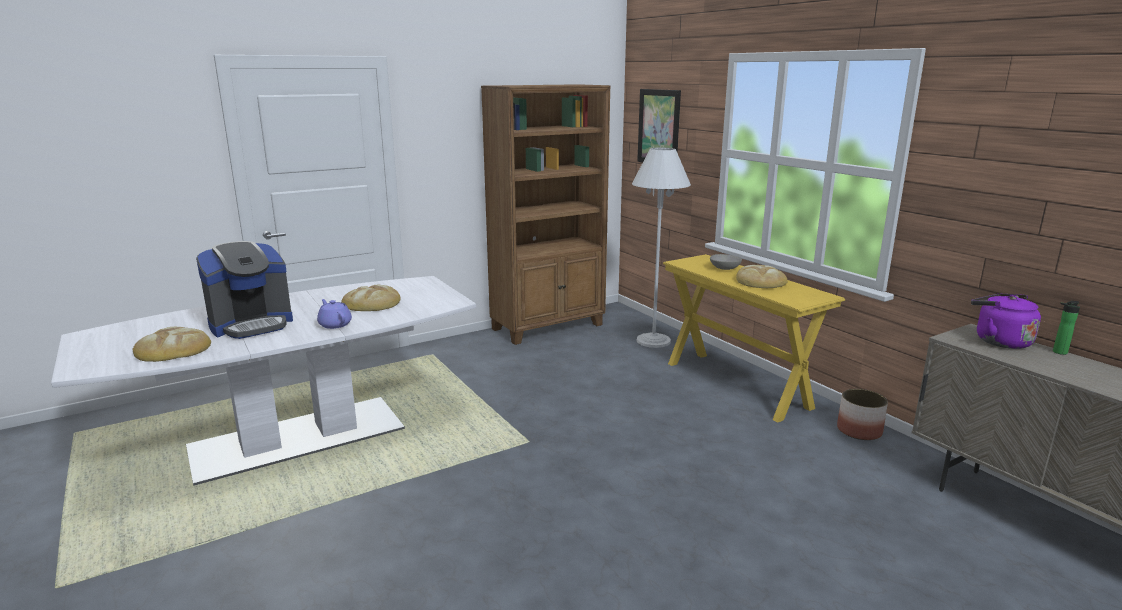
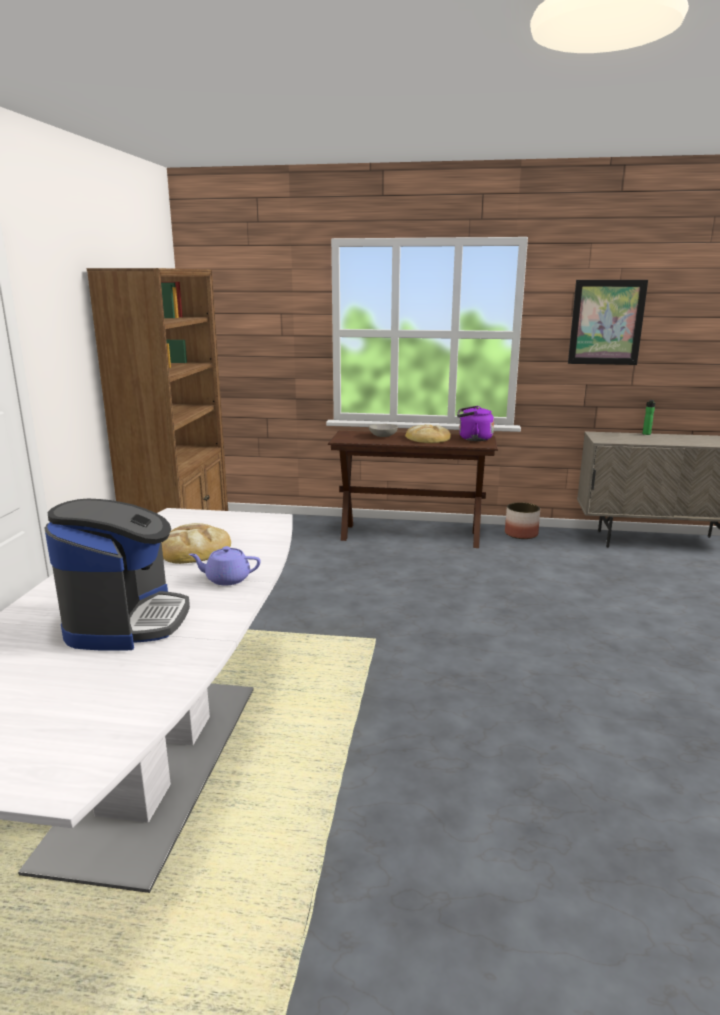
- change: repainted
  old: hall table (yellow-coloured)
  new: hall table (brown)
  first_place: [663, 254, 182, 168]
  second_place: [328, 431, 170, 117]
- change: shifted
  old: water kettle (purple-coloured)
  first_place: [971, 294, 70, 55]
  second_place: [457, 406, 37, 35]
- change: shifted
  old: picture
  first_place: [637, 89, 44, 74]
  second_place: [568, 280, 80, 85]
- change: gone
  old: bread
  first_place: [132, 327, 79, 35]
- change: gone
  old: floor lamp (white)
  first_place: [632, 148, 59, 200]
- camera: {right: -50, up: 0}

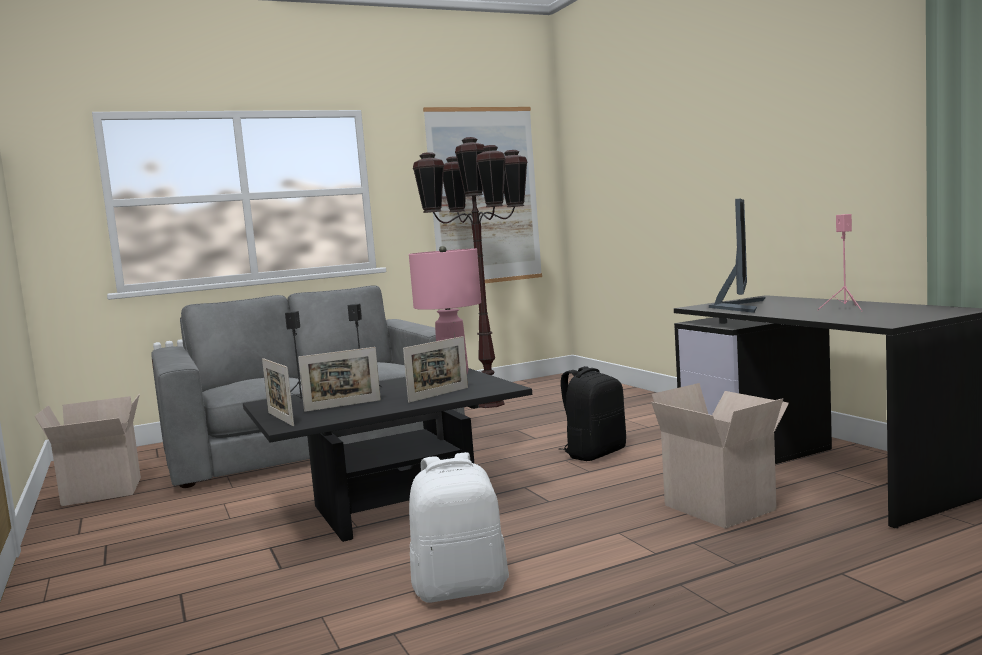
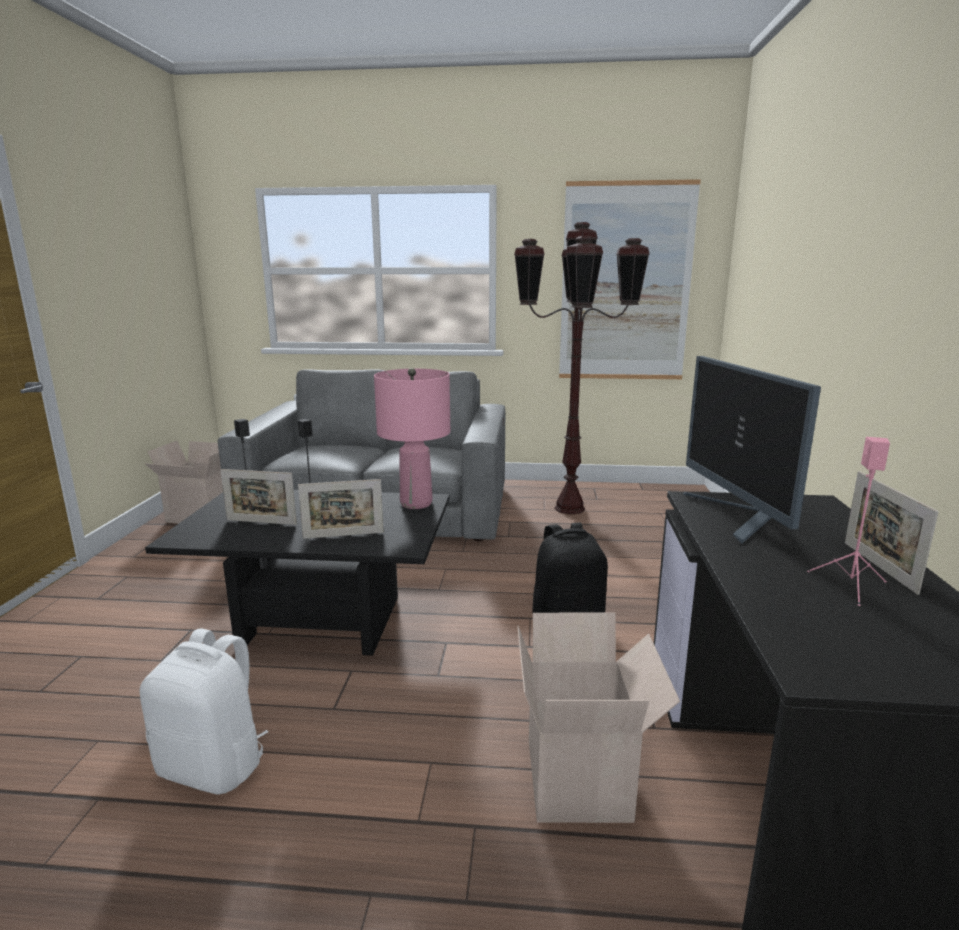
- change: rotated
  old: computer display
  first_place: [709, 199, 57, 114]
  second_place: [683, 356, 138, 188]
  degrees: 120
- change: shifted
  old: standing frame
  first_place: [262, 358, 32, 68]
  second_place: [845, 471, 94, 124]
- camera: {right: 30, up: 10}

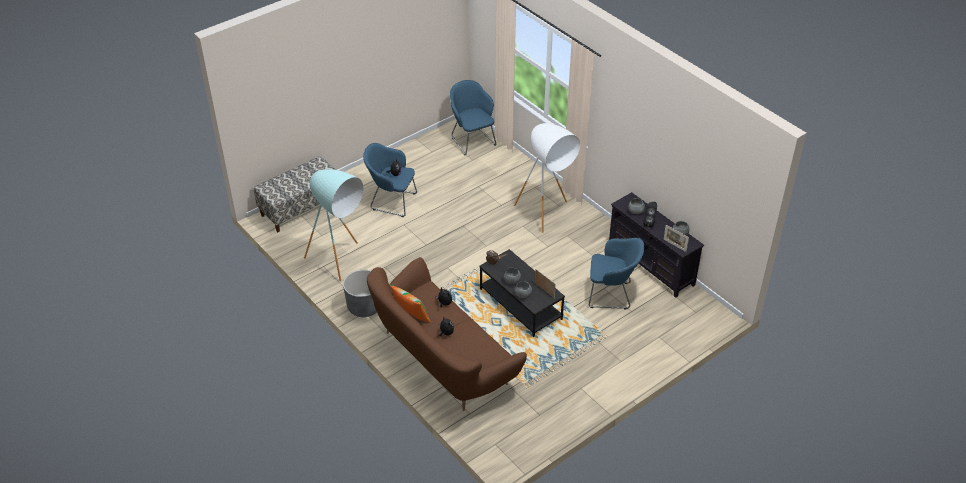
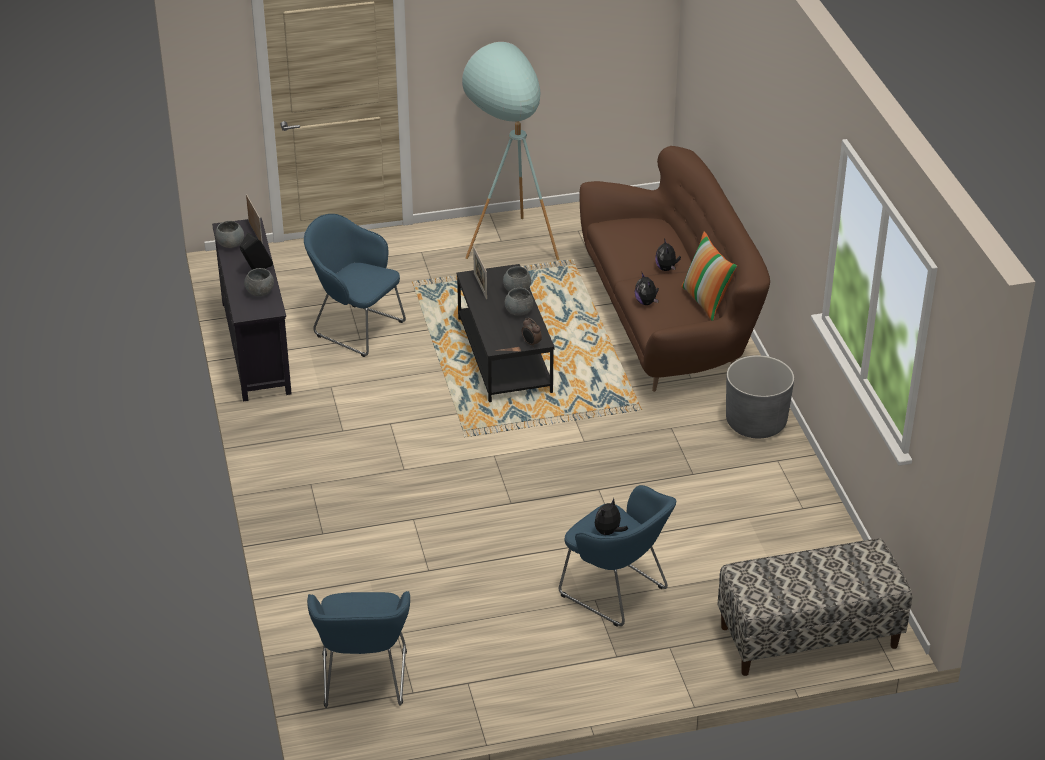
- change: shifted
  old: floor lamp (blue-green)
  first_place: [304, 169, 59, 112]
  second_place: [462, 42, 97, 218]
- change: gone
  old: floor lamp (white)
  first_place: [514, 123, 66, 110]
- camera: {right: -155, up: -5}

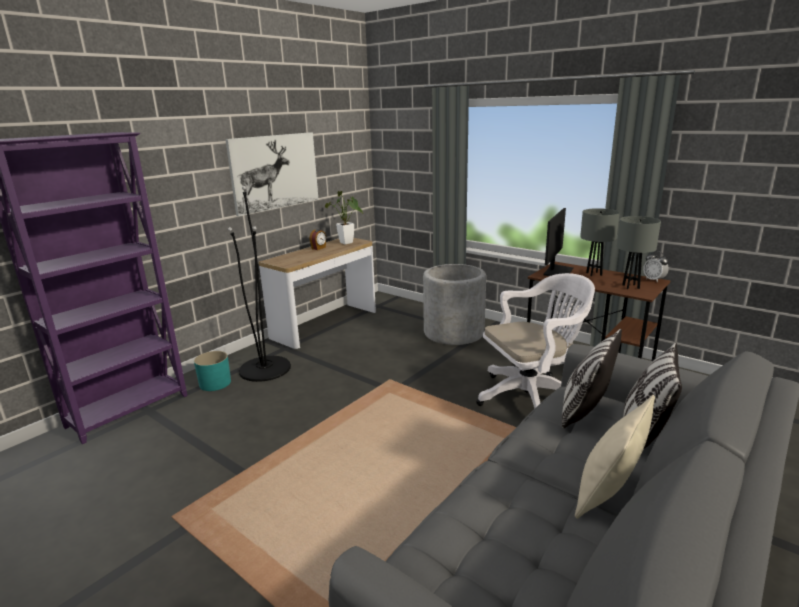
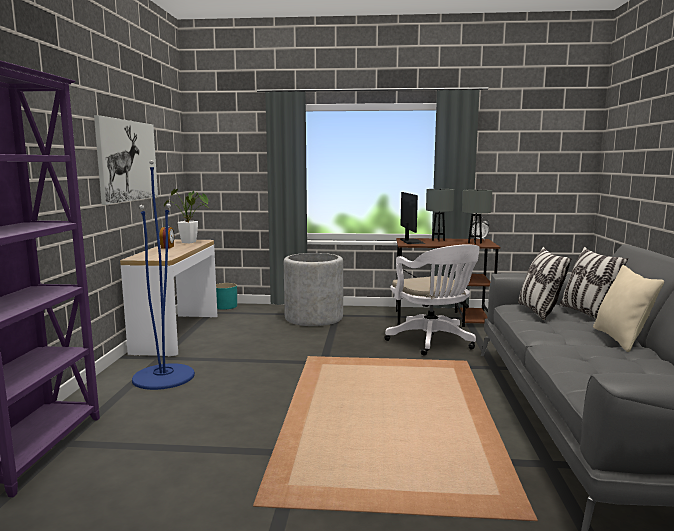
- change: repainted
  old: floor lamp (black-coloured)
  new: floor lamp (blue-coloured)
  first_place: [228, 186, 63, 196]
  second_place: [132, 160, 63, 230]
- change: shifted
  old: planter (blue-green)
  first_place: [194, 351, 37, 40]
  second_place: [216, 283, 21, 27]
- change: rotated
  old: desk chair (white)
  first_place: [476, 273, 119, 136]
  second_place: [384, 244, 96, 111]
  degrees: 120
- camera: {right: -35, up: -10}

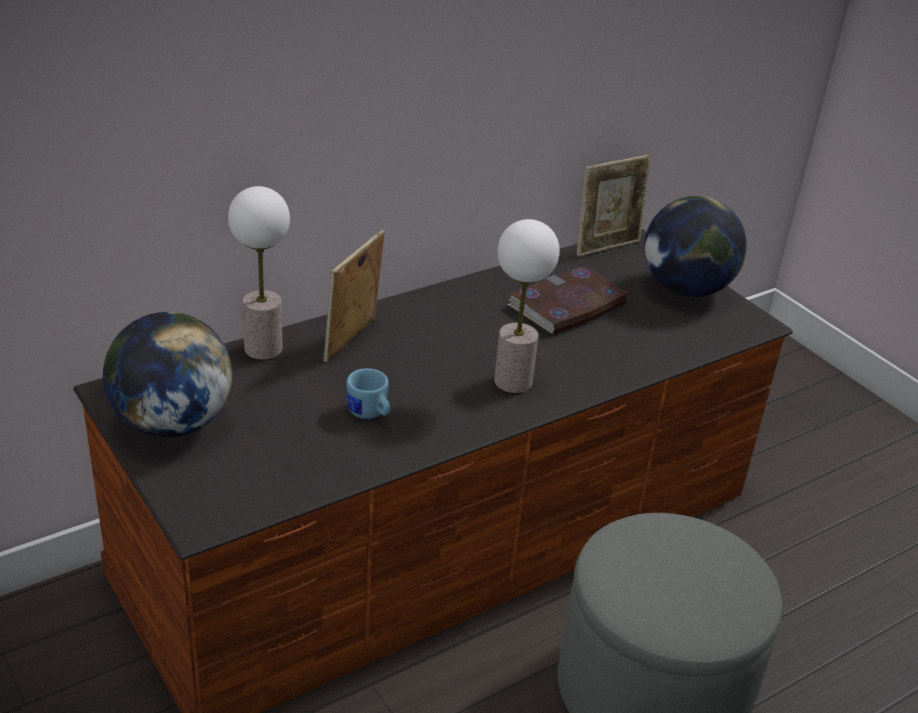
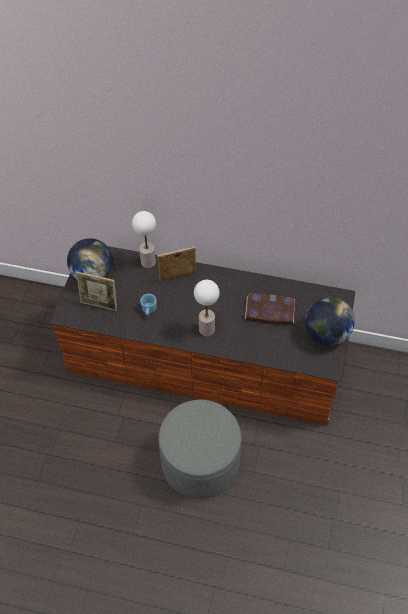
- change: shifted
  old: standing frame
  first_place: [577, 155, 74, 102]
  second_place: [76, 272, 41, 39]
- camera: {right: 50, up: 20}

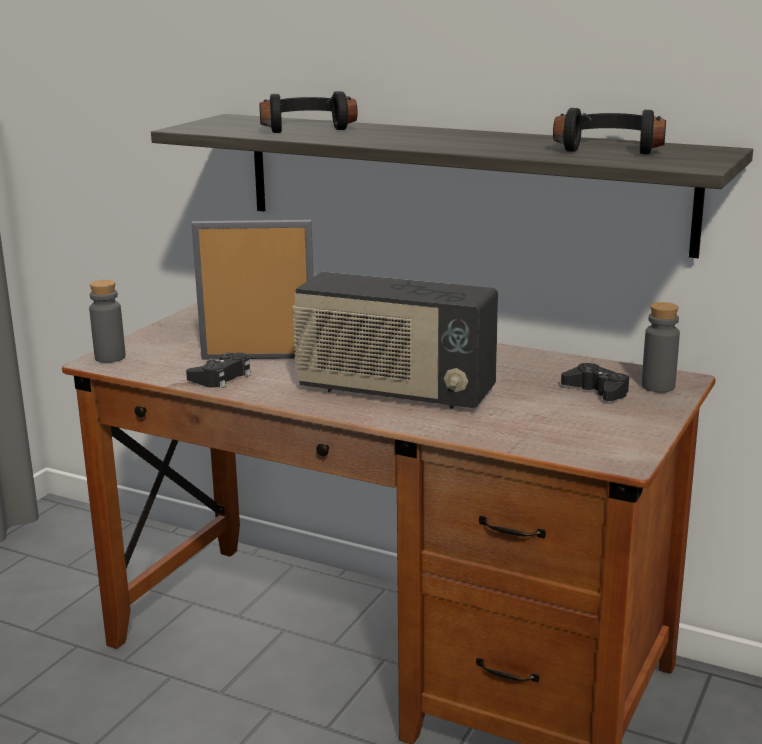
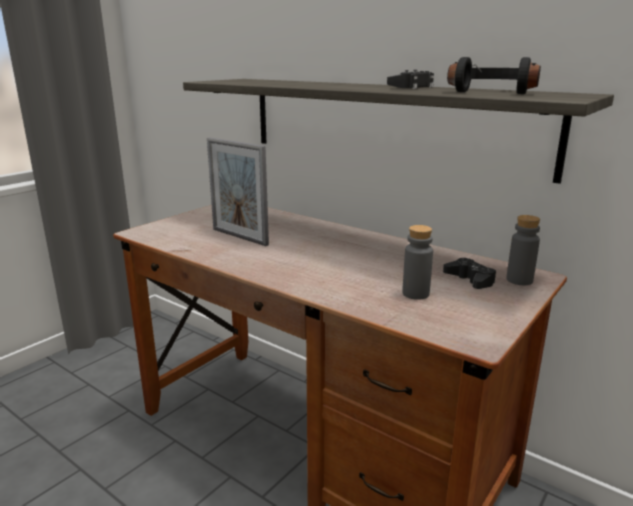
- change: rotated
  old: standing frame
  first_place: [191, 220, 123, 140]
  second_place: [207, 138, 62, 108]
  degrees: -150
- change: shifted
  old: game controller (black-coloured)
  first_place: [186, 352, 65, 36]
  second_place: [387, 70, 47, 19]
- change: shifted
  old: beverage bottle (gray)
  first_place: [89, 280, 36, 83]
  second_place: [402, 225, 31, 75]
- change: gone
  old: pair of headphones (black-coloured)
  first_place: [259, 91, 99, 42]
- change: gone
  old: radio
  first_place: [292, 272, 206, 137]
- camera: {right: 10, up: 0}

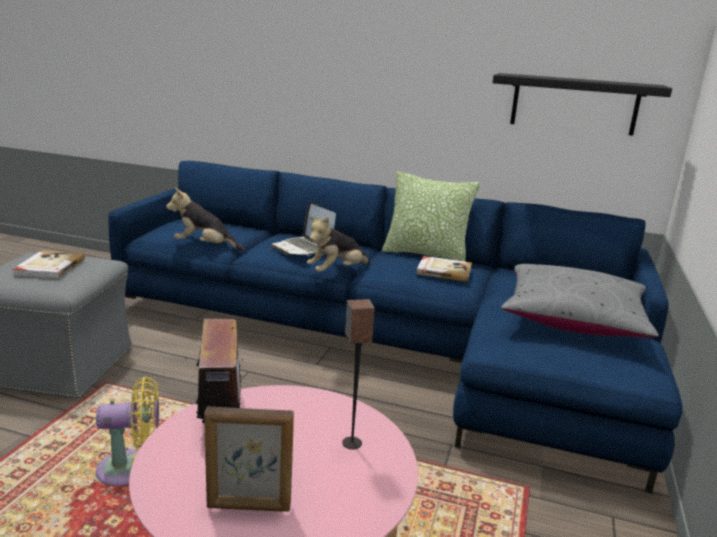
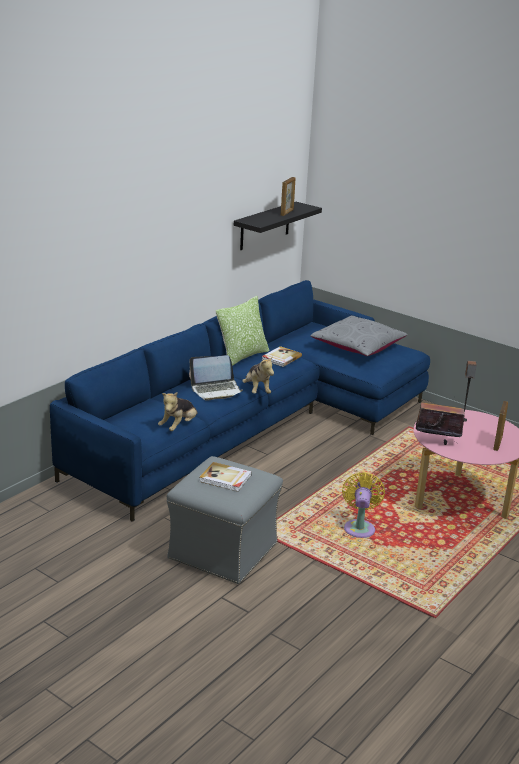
- change: new
  new: standing frame
  second_place: [280, 177, 16, 39]
- camera: {right: -70, up: 5}

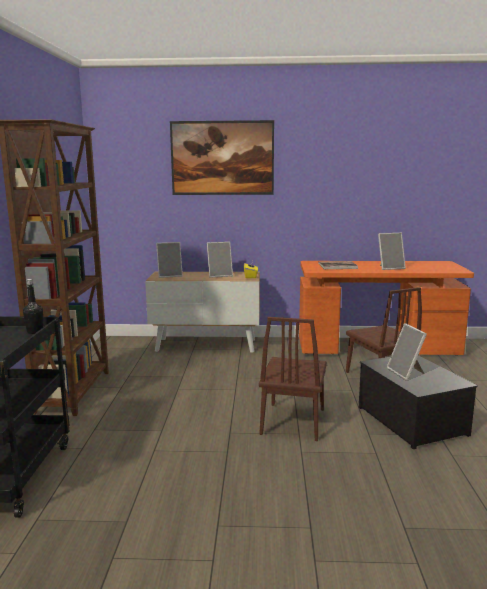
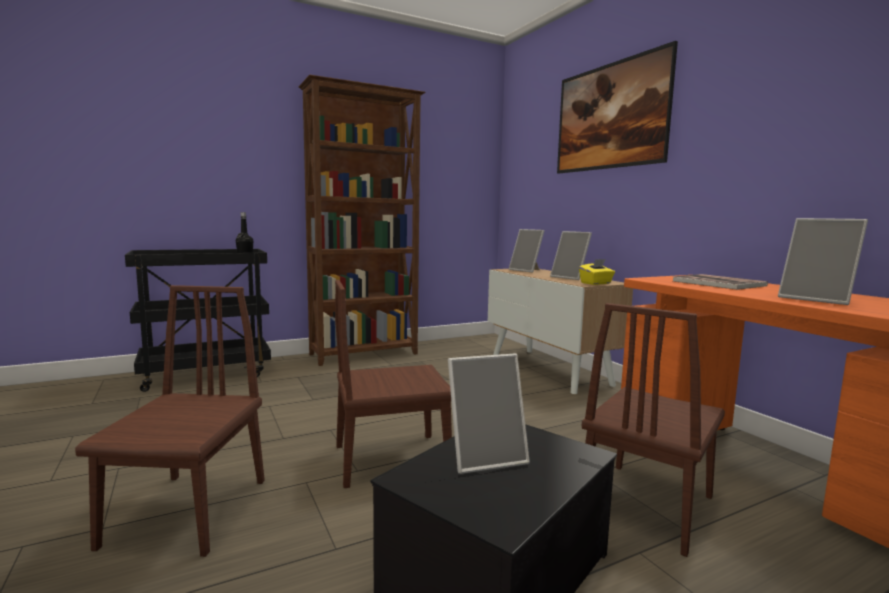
- change: new
  new: upright chair (brown)
  second_place: [75, 285, 189, 272]
- change: rotated
  old: standing frame
  first_place: [387, 323, 40, 58]
  second_place: [448, 353, 82, 121]
  degrees: -150
- camera: {right: 60, up: -5}

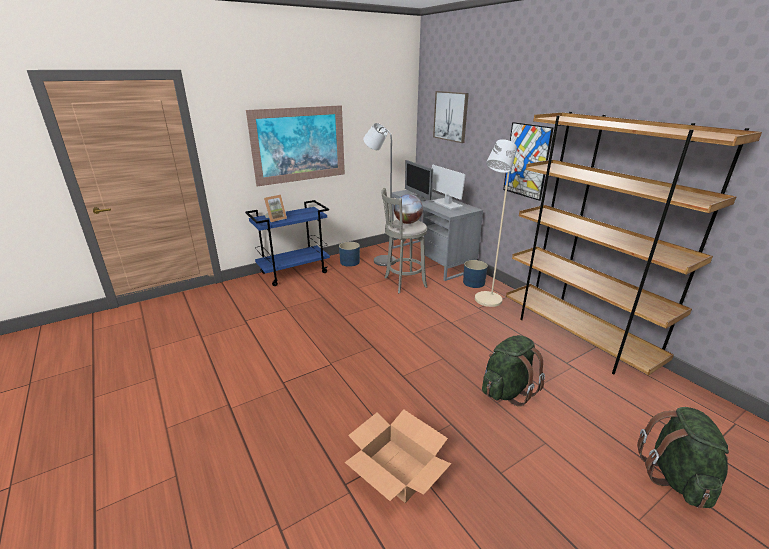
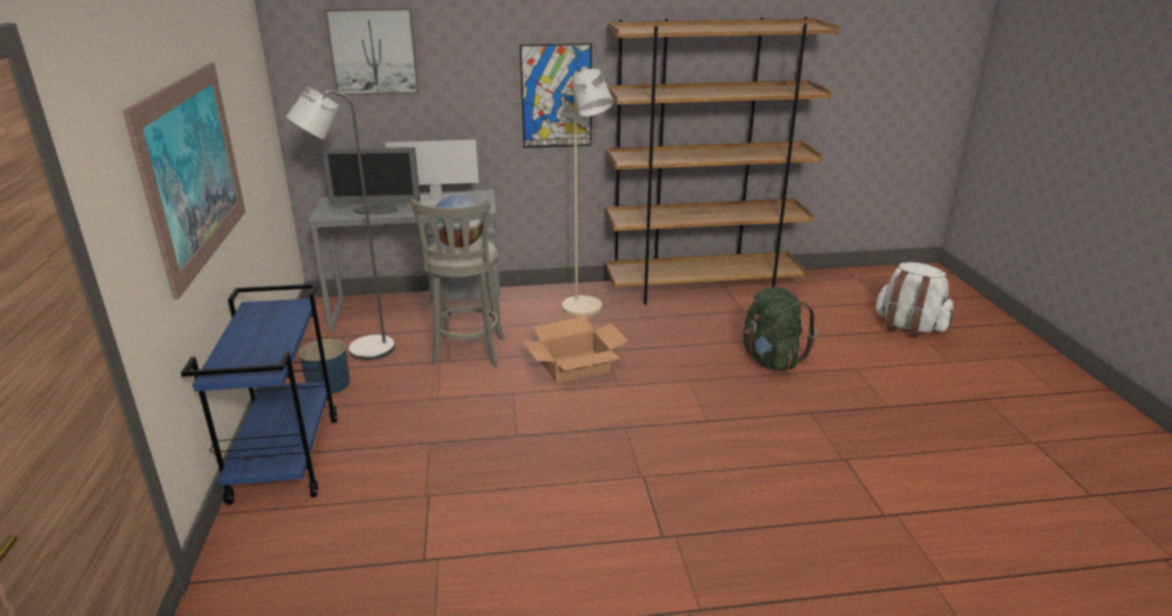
- change: shifted
  old: cardboard box
  first_place: [345, 409, 106, 94]
  second_place: [522, 316, 106, 67]
- change: repainted
  old: knapsack (green-coloured)
  new: knapsack (white)
  first_place: [637, 407, 92, 101]
  second_place: [876, 262, 77, 76]
- change: gone
  old: standing frame
  first_place: [264, 195, 23, 27]
- change: gone
  old: planter (blue-coloured)
  first_place: [463, 260, 25, 28]
- camera: {right: -65, up: 0}

